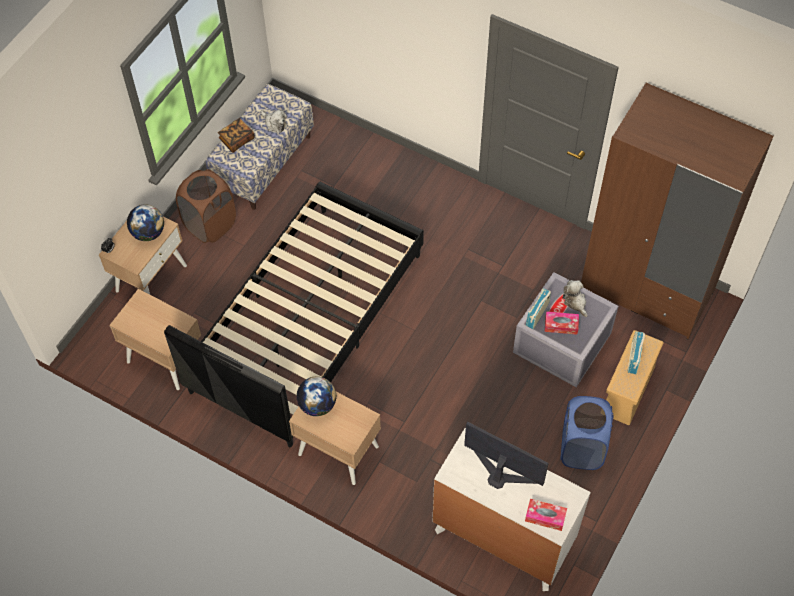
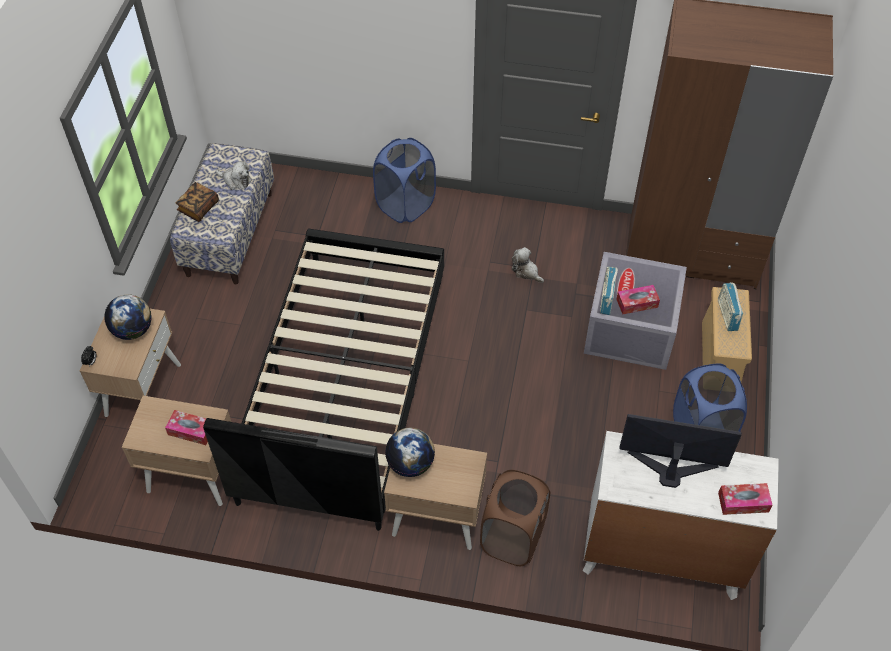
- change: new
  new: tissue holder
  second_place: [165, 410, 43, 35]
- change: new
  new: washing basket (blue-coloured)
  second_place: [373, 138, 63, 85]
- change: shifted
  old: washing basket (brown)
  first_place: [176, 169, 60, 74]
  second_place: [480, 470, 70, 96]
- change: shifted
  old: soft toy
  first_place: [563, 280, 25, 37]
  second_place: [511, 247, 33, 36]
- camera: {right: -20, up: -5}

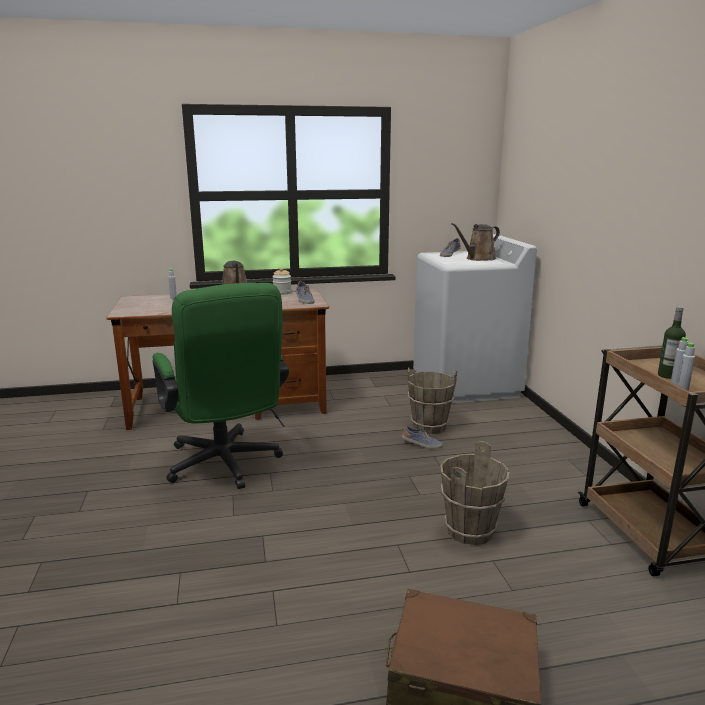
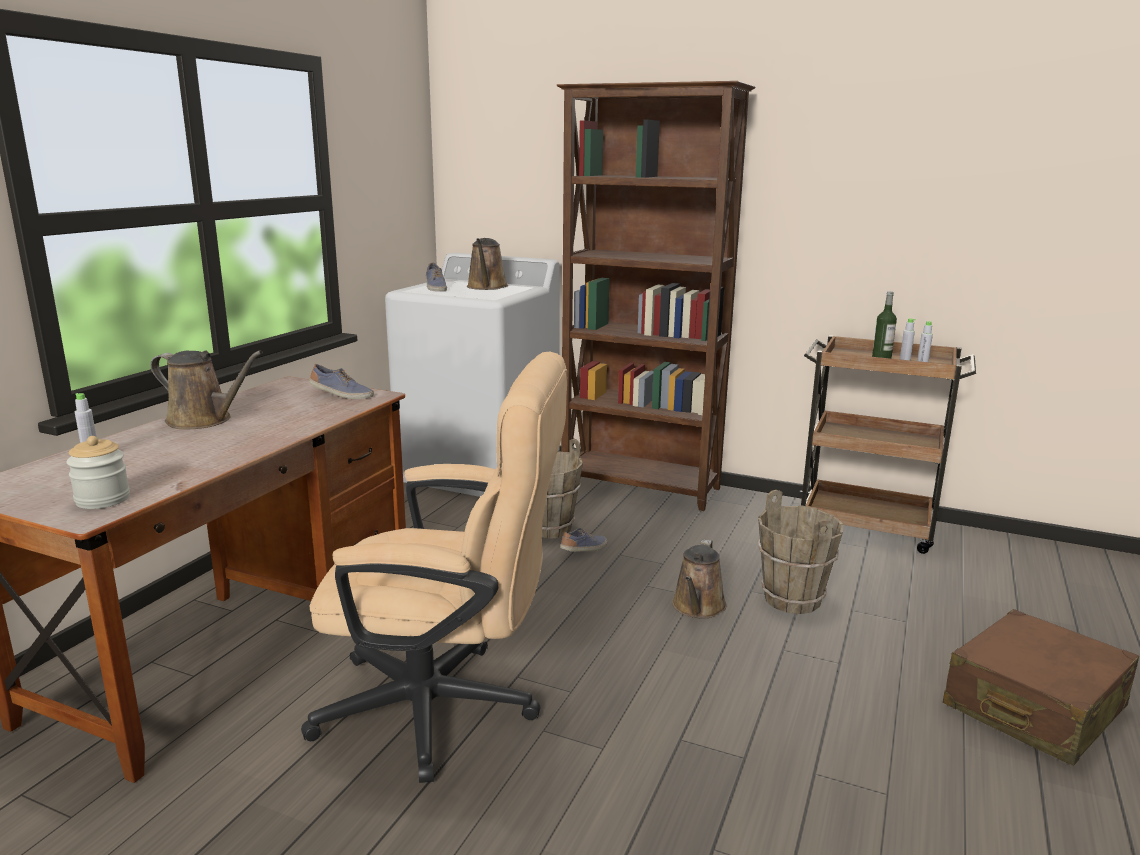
- change: shifted
  old: storage jar
  first_place: [272, 268, 20, 27]
  second_place: [66, 436, 64, 73]
- change: repainted
  old: desk chair (green-coloured)
  new: desk chair (beige)
  first_place: [152, 283, 137, 206]
  second_place: [301, 352, 266, 431]
- change: new
  new: bookcase (brown)
  second_place: [556, 81, 200, 430]
- change: new
  new: watering can (brown)
  second_place: [672, 539, 55, 80]
- camera: {right: -55, up: 0}

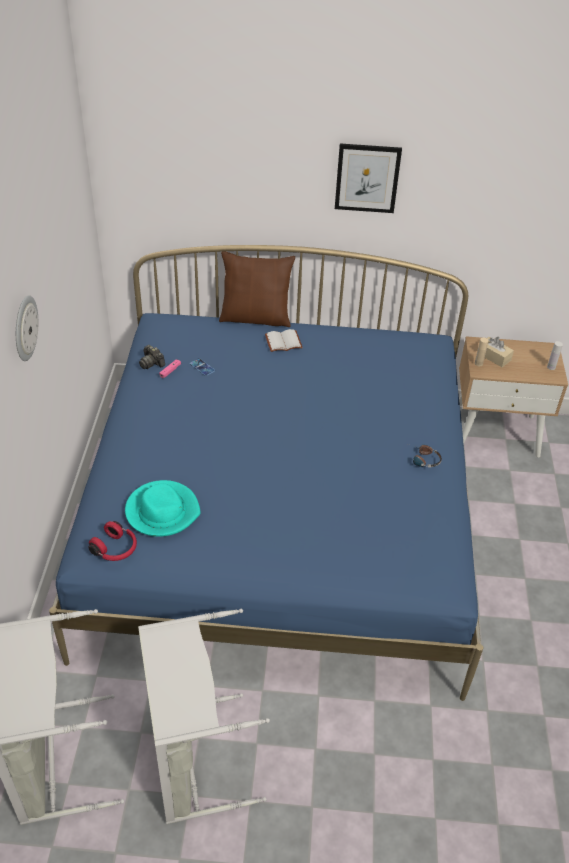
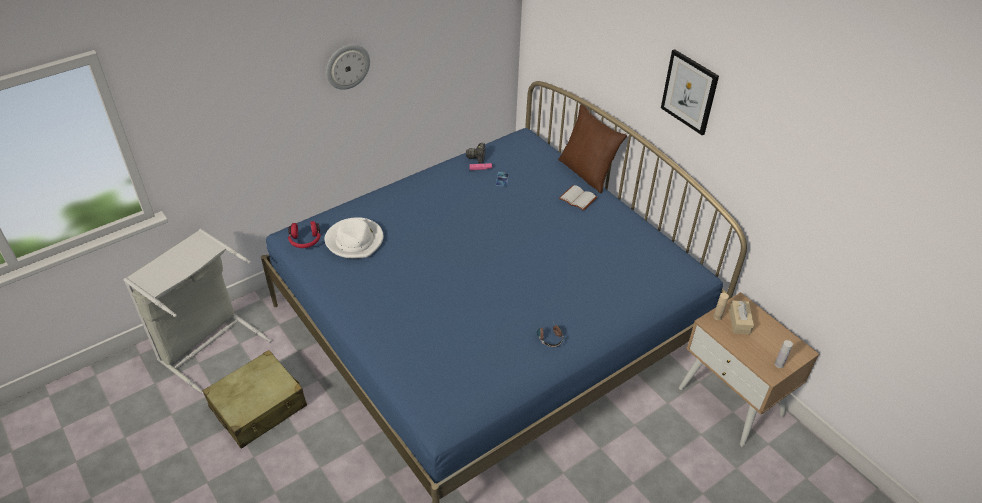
- change: swapped
  old: washing basket (gray)
  new: suitcase (beige)
  first_place: [138, 609, 132, 215]
  second_place: [203, 350, 104, 99]
- change: repainted
  old: hat (blue-green)
  new: hat (white)
  first_place: [125, 480, 76, 57]
  second_place: [325, 217, 58, 41]
- camera: {right: 50, up: 0}

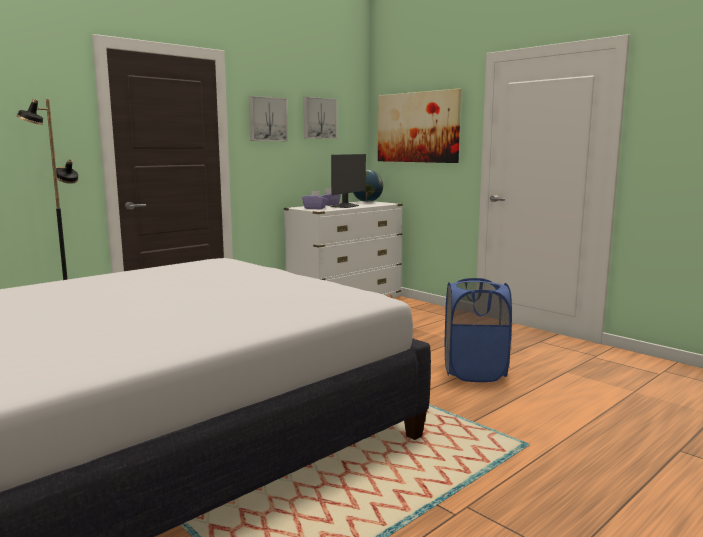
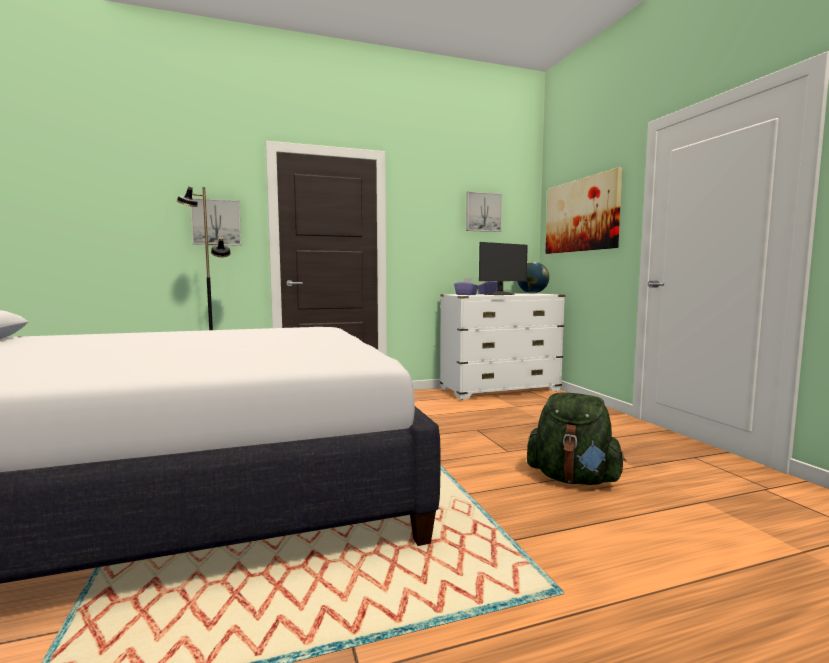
- change: shifted
  old: picture
  first_place: [249, 96, 39, 45]
  second_place: [191, 198, 50, 48]
- change: swapped
  old: washing basket (blue-coloured)
  new: knapsack (green-coloured)
  first_place: [445, 278, 67, 104]
  second_place: [527, 392, 99, 93]
- camera: {right: 25, up: -5}

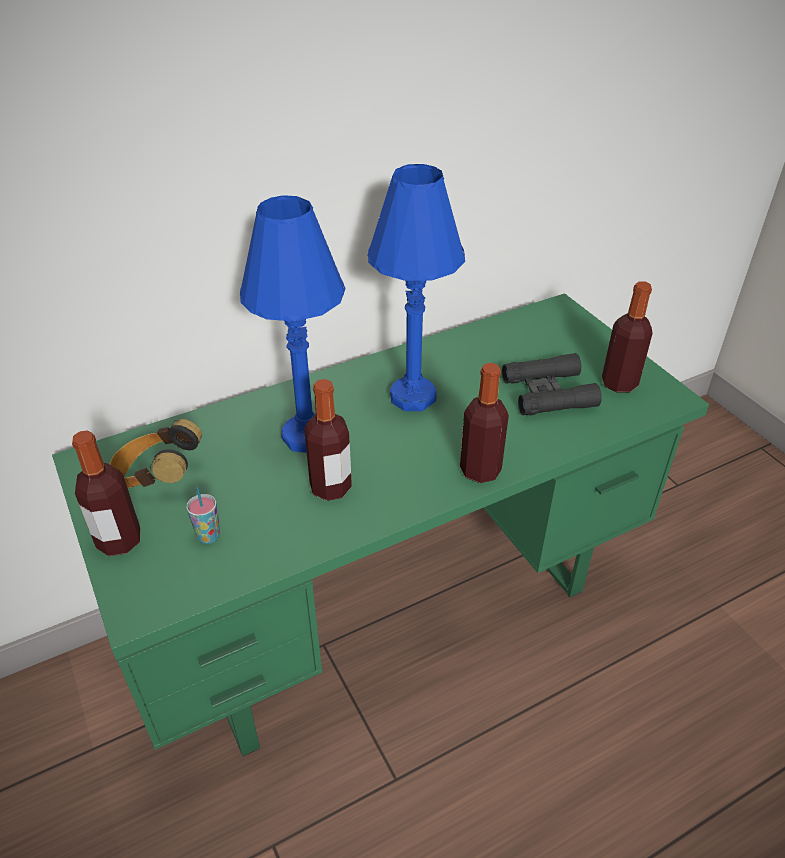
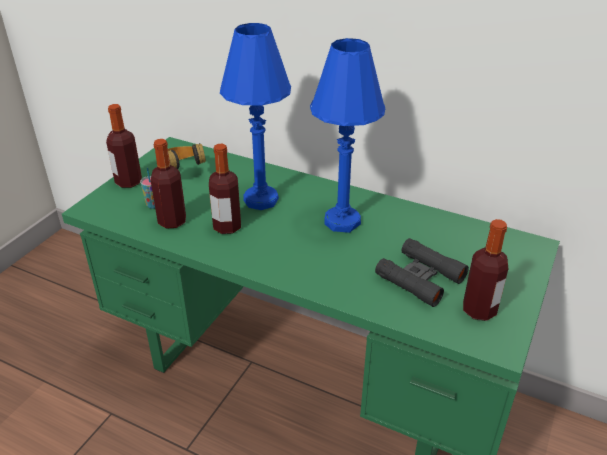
- change: shifted
  old: beverage bottle
  first_place: [460, 363, 49, 120]
  second_place: [151, 139, 35, 90]
- camera: {right: 55, up: -5}

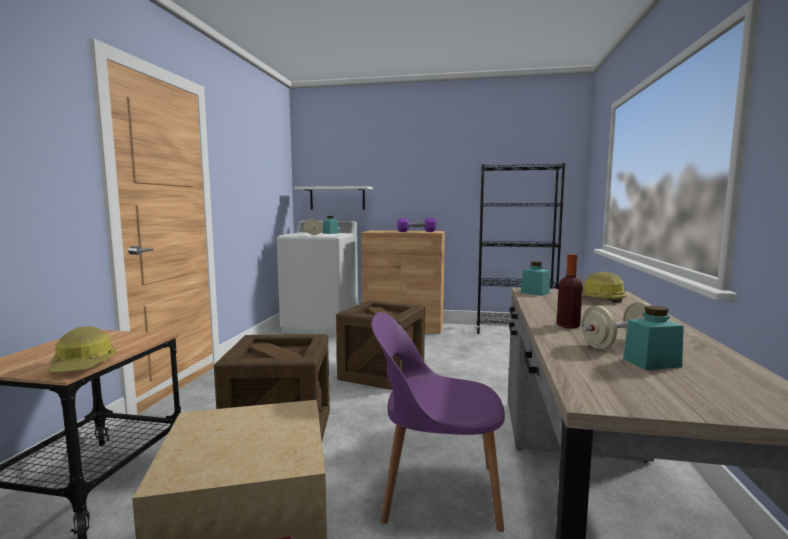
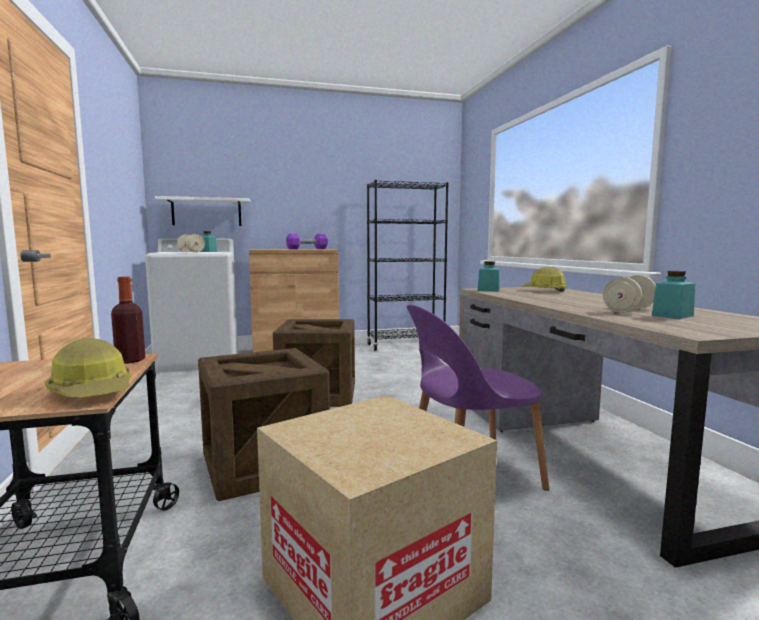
- change: shifted
  old: beverage bottle
  first_place: [557, 254, 26, 74]
  second_place: [111, 276, 34, 87]
- camera: {right: -25, up: 0}

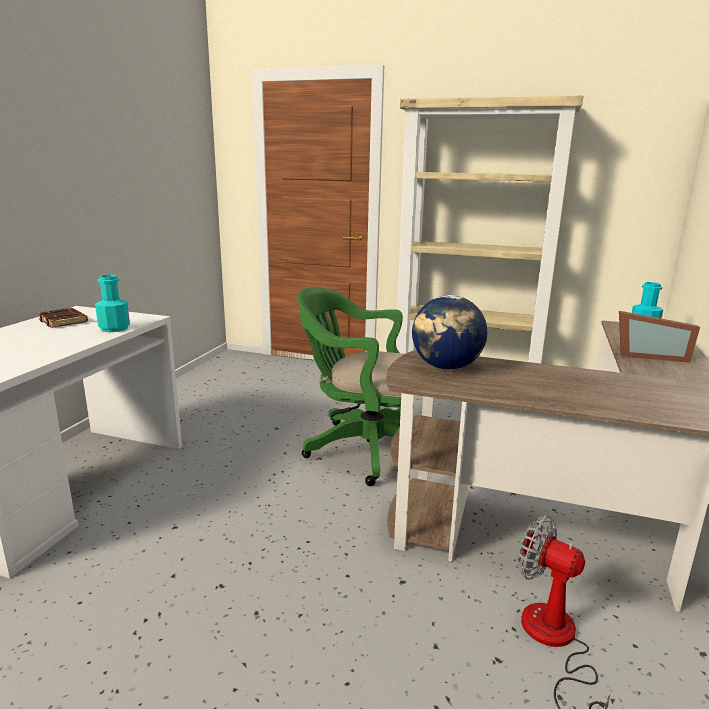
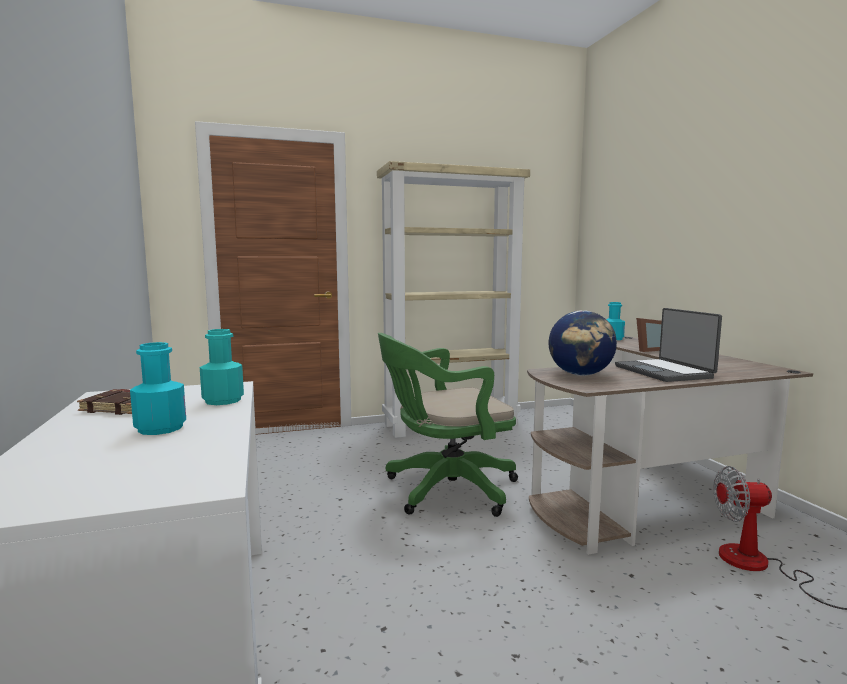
- change: new
  new: beverage bottle (blue-green)
  second_place: [130, 342, 56, 93]
- change: new
  new: notebook computer
  second_place: [615, 308, 107, 74]
- camera: {right: -35, up: -10}

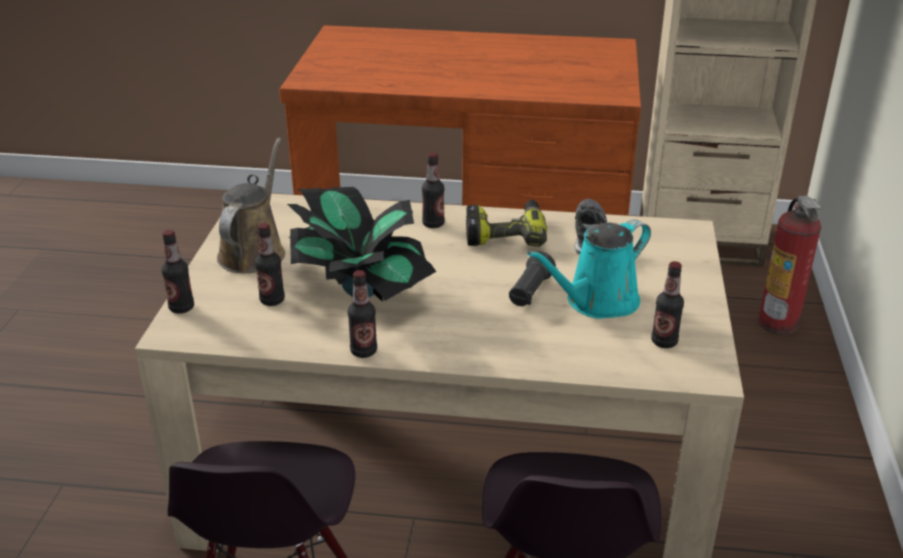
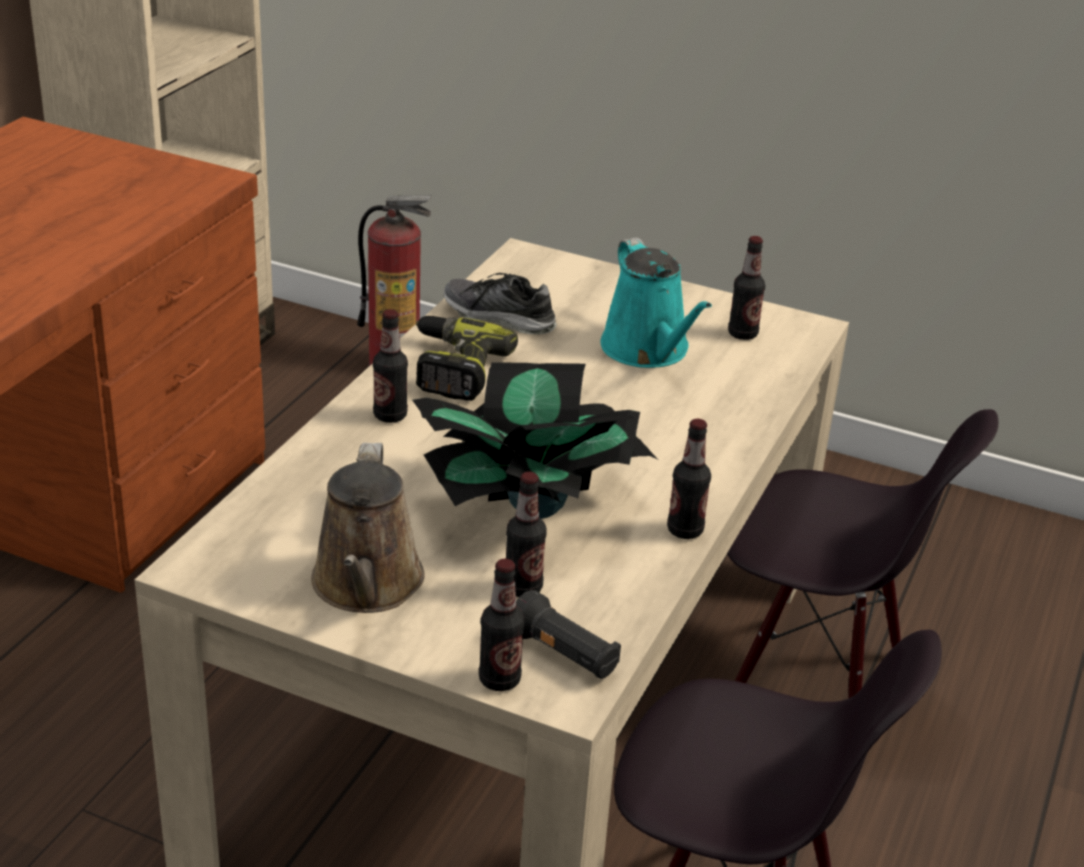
- change: rotated
  old: watering can (brown)
  first_place: [217, 138, 68, 135]
  second_place: [311, 443, 113, 170]
  degrees: -120
- change: shifted
  old: torch (black-coloured)
  first_place: [509, 251, 47, 55]
  second_place: [516, 590, 105, 89]
- camera: {right: -75, up: 0}

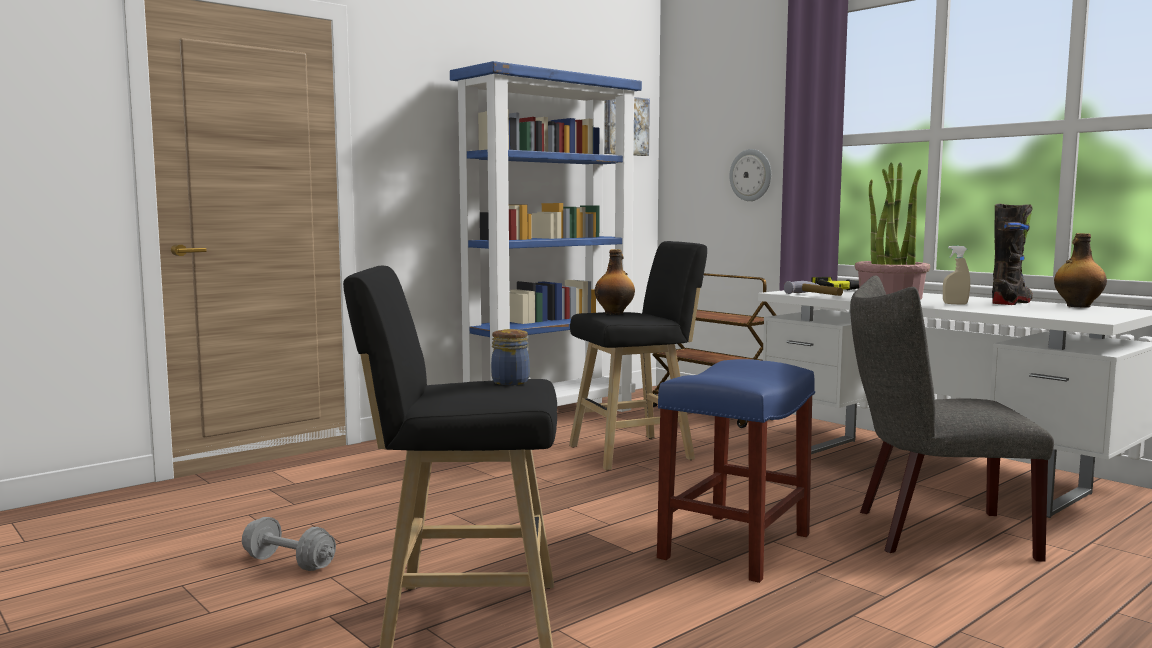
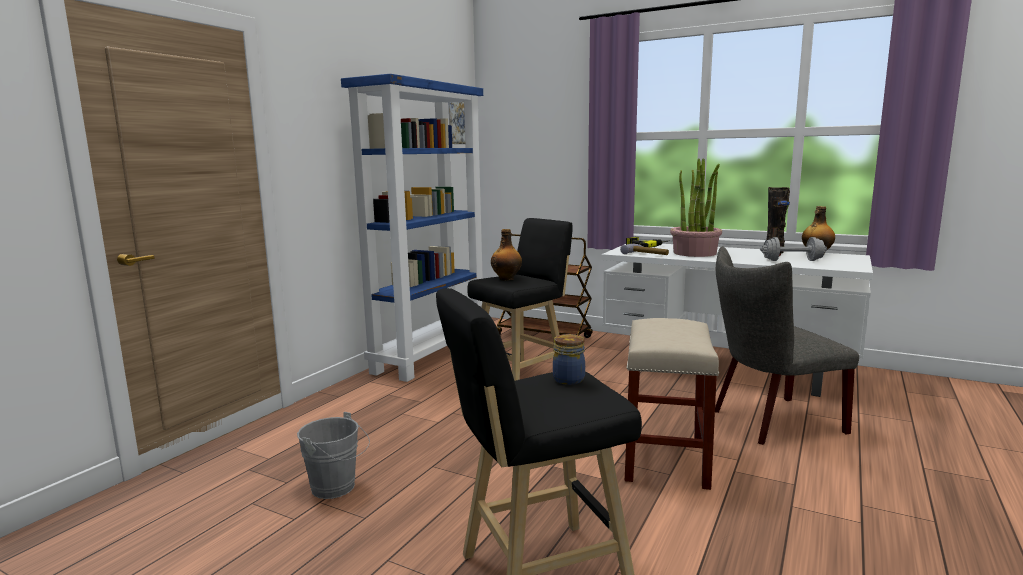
- change: new
  new: bucket (gray)
  second_place: [297, 412, 73, 87]
- change: repainted
  old: stool (blue-coloured)
  new: stool (beige)
  first_place: [657, 359, 158, 224]
  second_place: [625, 318, 94, 172]
- change: shifted
  old: free weight (gray)
  first_place: [242, 517, 94, 54]
  second_place: [760, 237, 67, 24]
- change: gone
  old: wall clock
  first_place: [729, 149, 42, 52]
- change: gone
  old: sprayer (beige)
  first_place: [943, 246, 27, 58]
- camera: {right: -20, up: 5}

